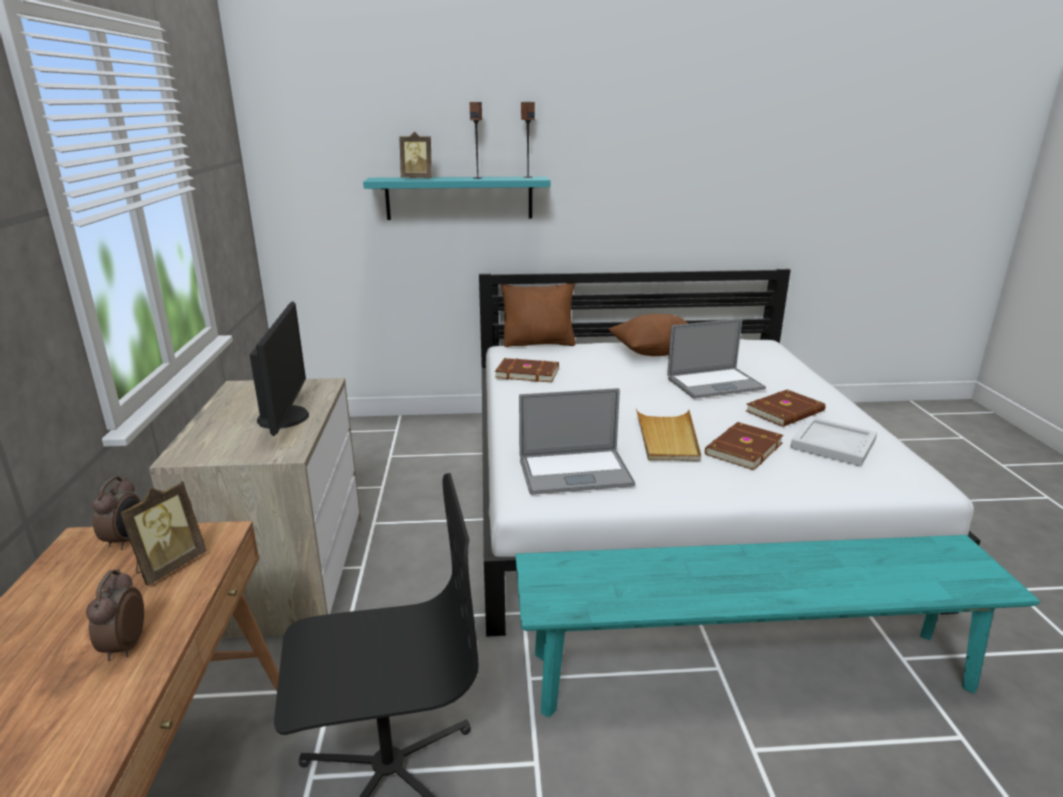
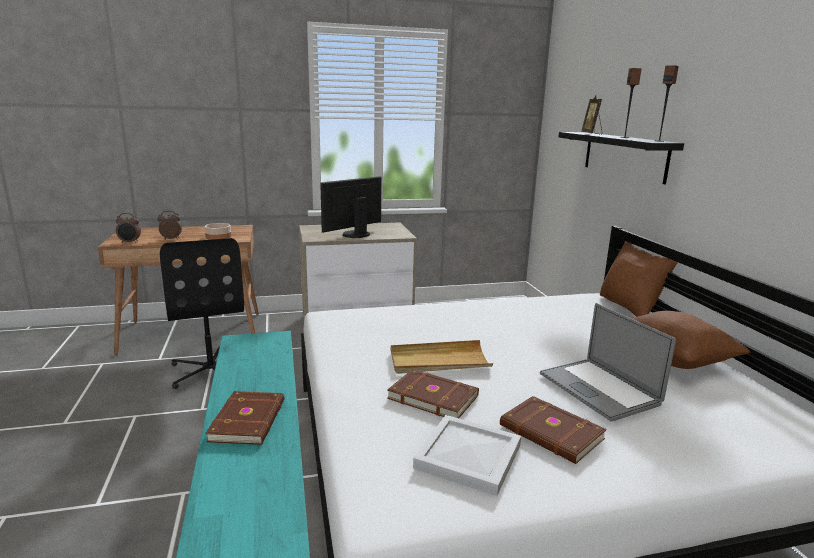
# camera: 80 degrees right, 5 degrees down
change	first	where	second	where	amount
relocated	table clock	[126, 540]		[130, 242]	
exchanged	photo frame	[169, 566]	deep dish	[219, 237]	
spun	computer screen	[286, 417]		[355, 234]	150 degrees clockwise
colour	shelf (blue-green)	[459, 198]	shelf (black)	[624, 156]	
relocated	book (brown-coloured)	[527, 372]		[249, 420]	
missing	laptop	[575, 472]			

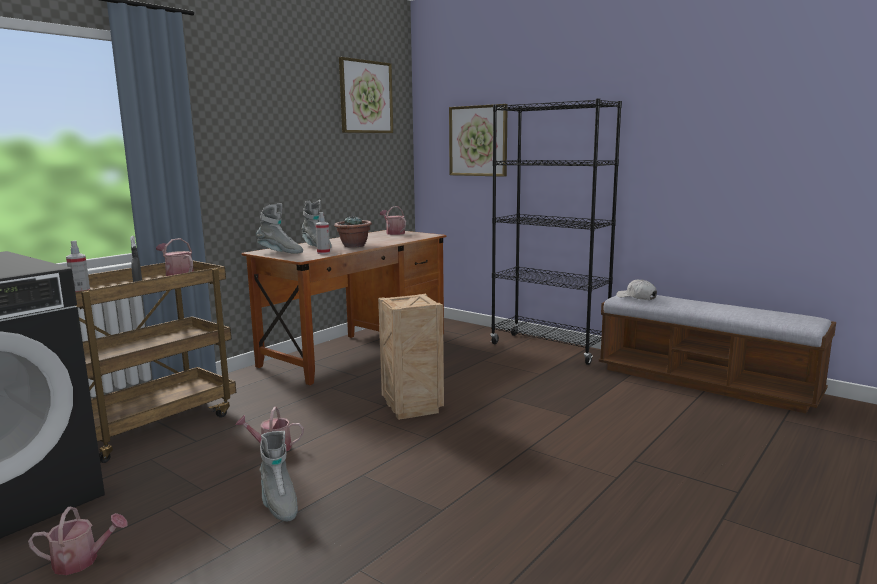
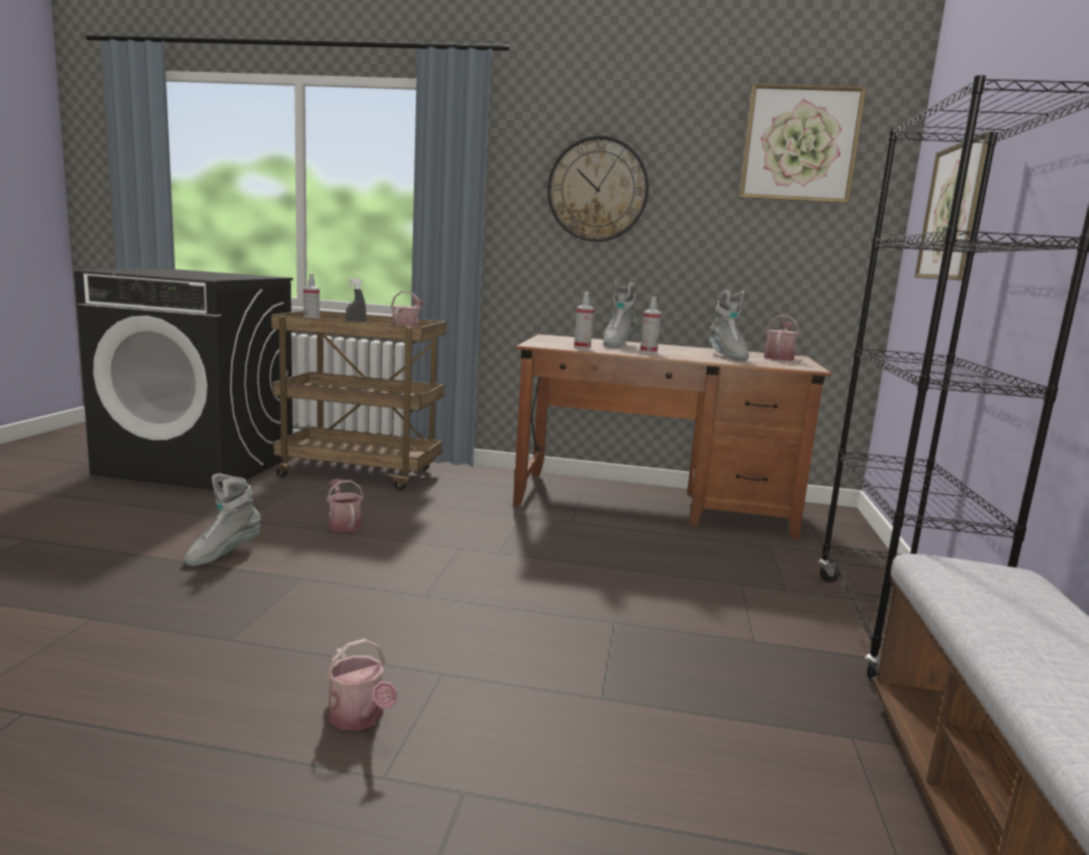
# camera: 60 degrees right, 0 degrees up
change	first	where	second	where	amount
relocated	watering can	[82, 561]		[359, 718]	
relocated	high-top boot (grey)	[280, 252]		[727, 356]	
exchanged	plant in a pot	[354, 246]	spray bottle	[648, 352]	
missing	packing crate	[410, 408]			
missing	peaked cap (whitish)	[636, 297]			
appeared			clock on the wall	[597, 190]	

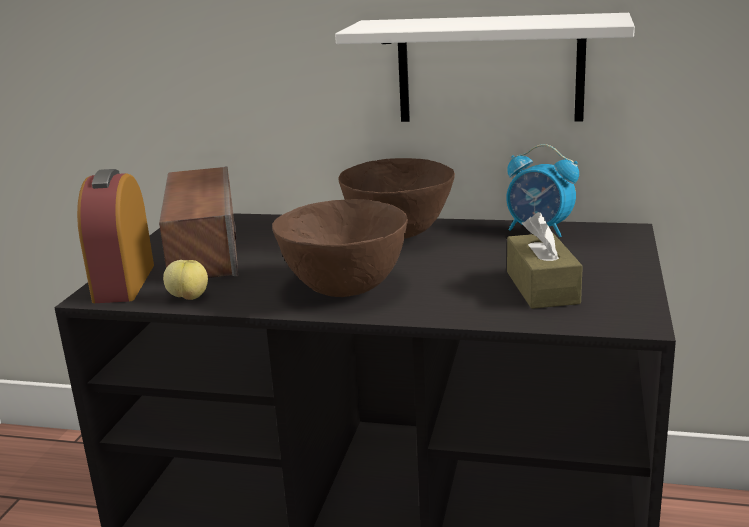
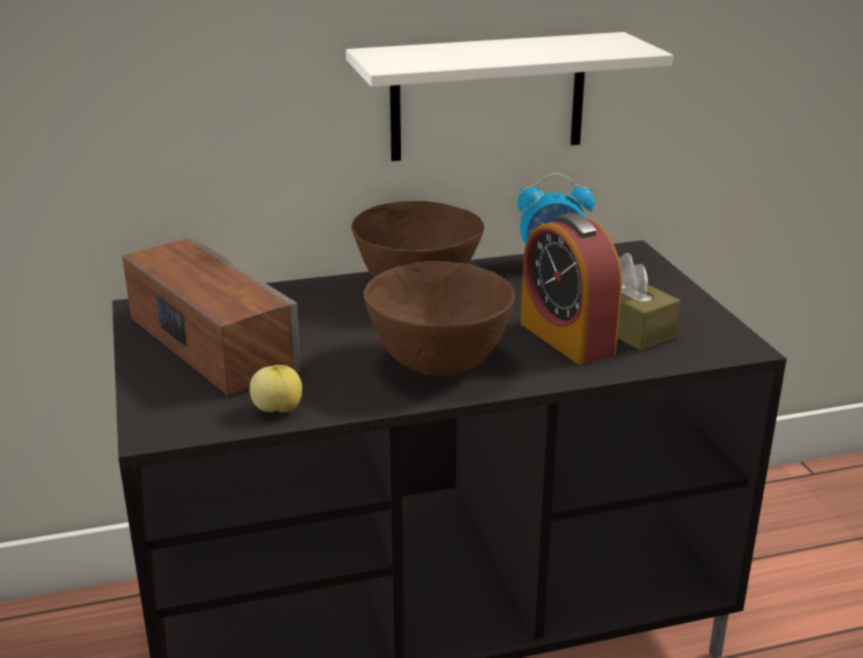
# camera: 30 degrees left, 5 degrees up
change	first	where	second	where	amount
relocated	table clock	[124, 283]		[566, 338]	

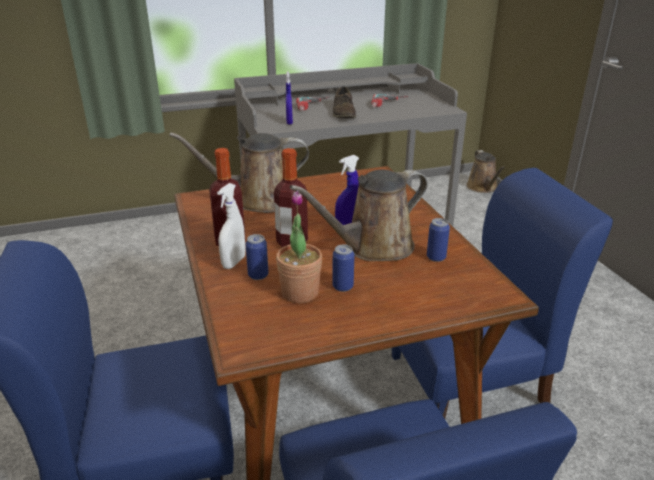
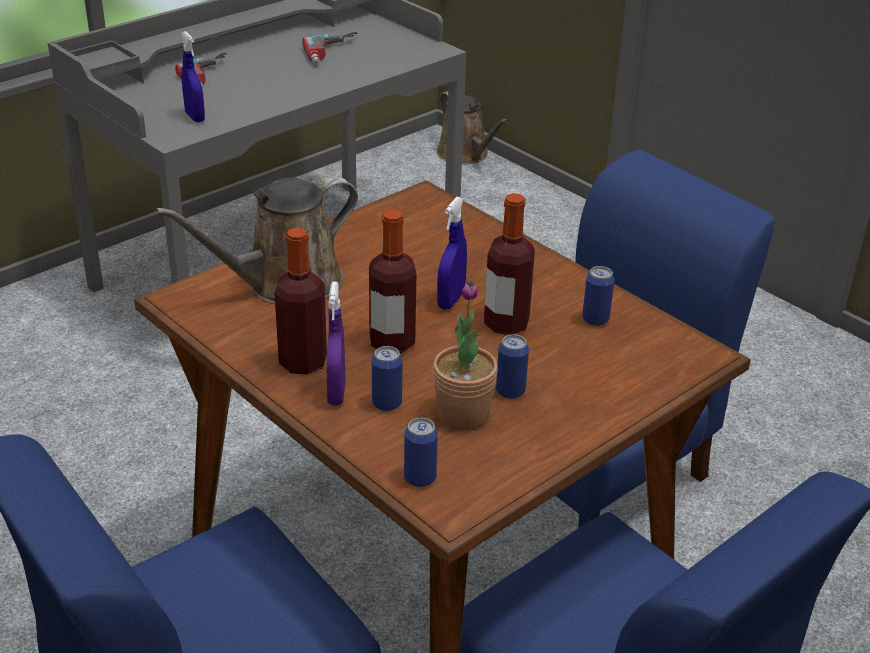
# camera: 25 degrees left, 5 degrees up
change	first	where	second	where	amount
colour	spray bottle (whitish)	[234, 262]	spray bottle (purplish)	[336, 393]	
exchanged	watering can (brown-coloured)	[373, 247]	beverage bottle	[506, 324]	
missing	low shoe (brown-coloured)	[344, 112]			
appeared			can	[420, 478]	

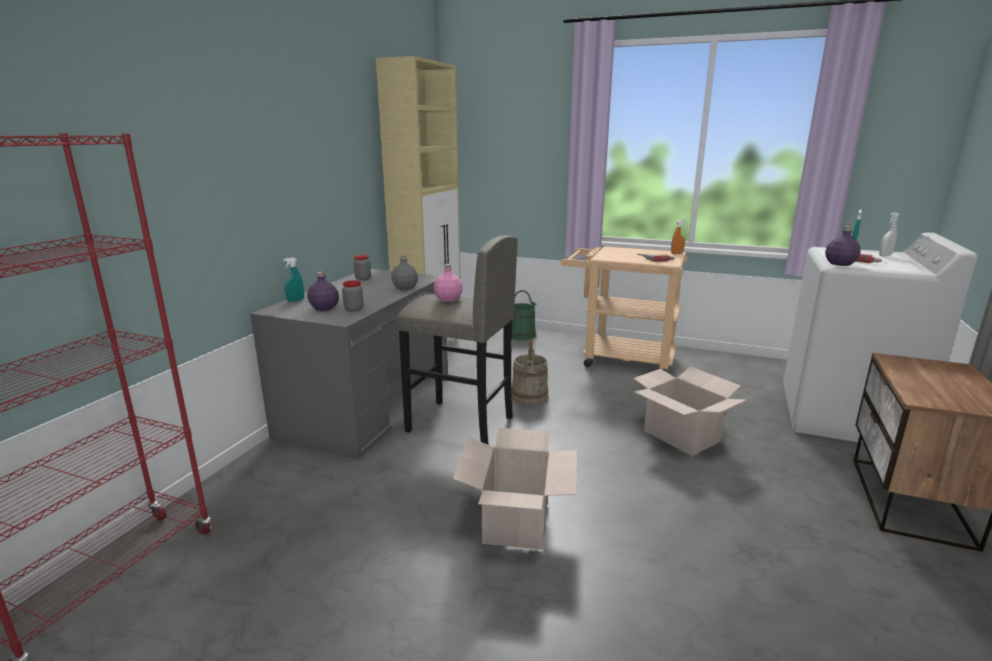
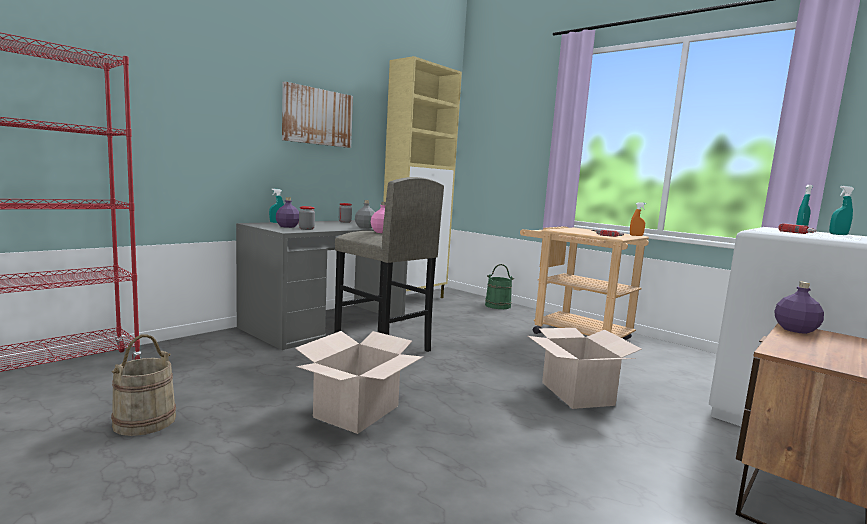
# camera: 20 degrees right, 10 degrees down
change	first	where	second	where	amount
relocated	water bucket (beige)	[529, 395]		[144, 421]	
relocated	beverage bottle (purplish)	[839, 264]		[794, 330]	
colour	spray bottle (whitish)	[885, 255]	spray bottle (blue-green)	[838, 234]	
appeared			wall art	[317, 117]	

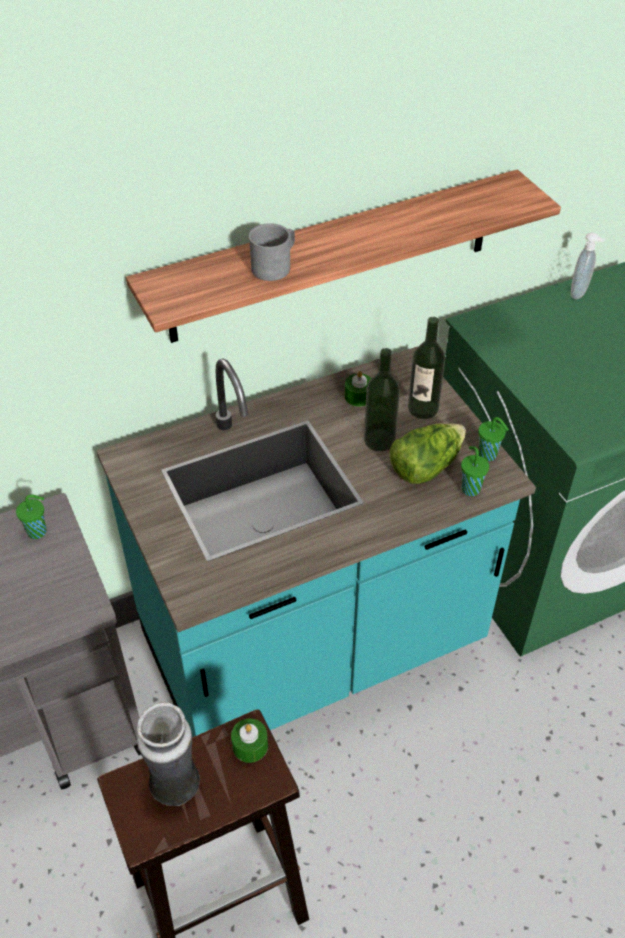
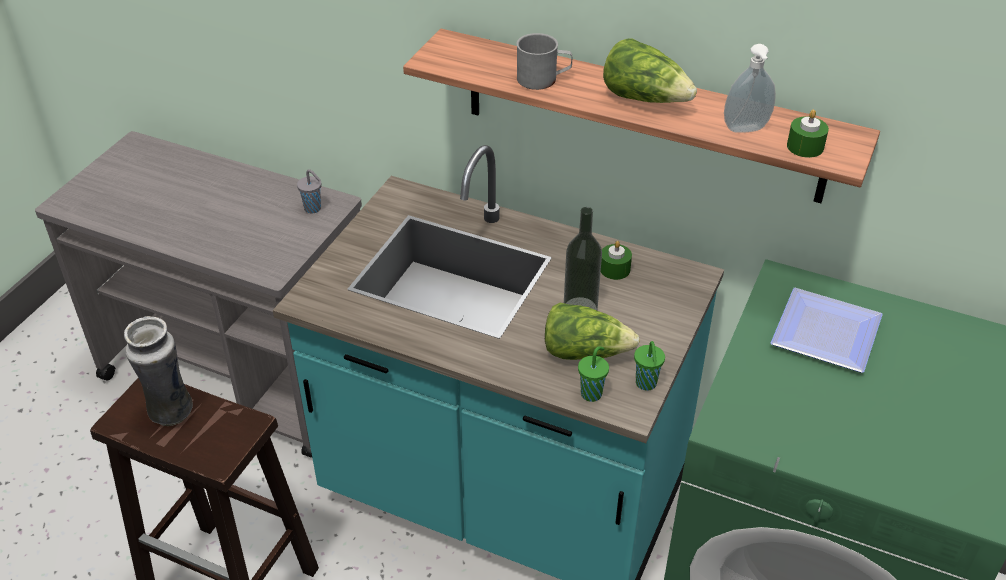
# camera: 50 degrees right, 5 degrees down
change	first	where	second	where	amount
colour	drinking cup (green)	[38, 531]	drinking cup (grey)	[313, 209]	
relocated	wax light (green)	[250, 746]		[805, 146]	
missing	beverage bottle	[423, 408]			
relocated	soap bottle	[580, 293]		[746, 130]	
appeared			lettuce	[645, 98]	
appeared			flat dish	[821, 334]	

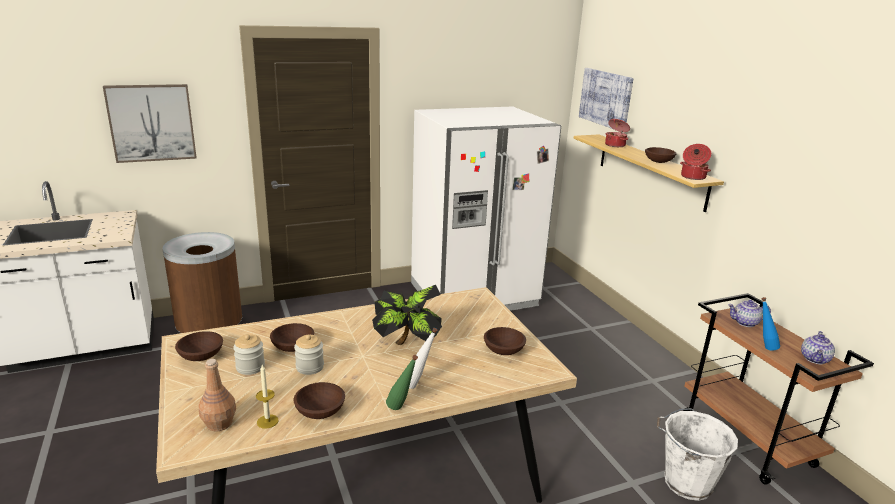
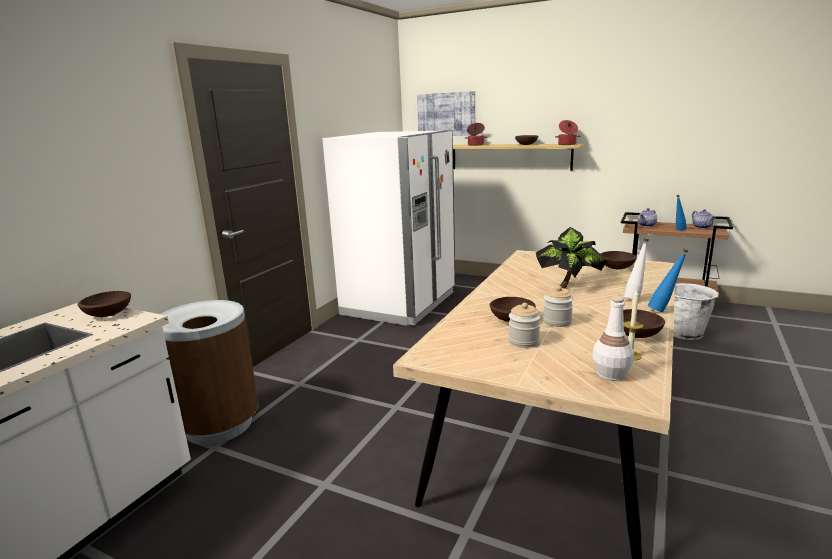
# camera: 40 degrees left, 5 degrees down
change	first	where	second	where	amount
missing	wall art	[152, 123]			
relocated	deep dish (brown-coloured)	[201, 356]		[108, 314]	
colour	beverage bottle (brown-coloured)	[219, 423]	beverage bottle (whitish)	[611, 374]	
colour	beverage bottle (green)	[401, 409]	beverage bottle (blue)	[664, 310]	

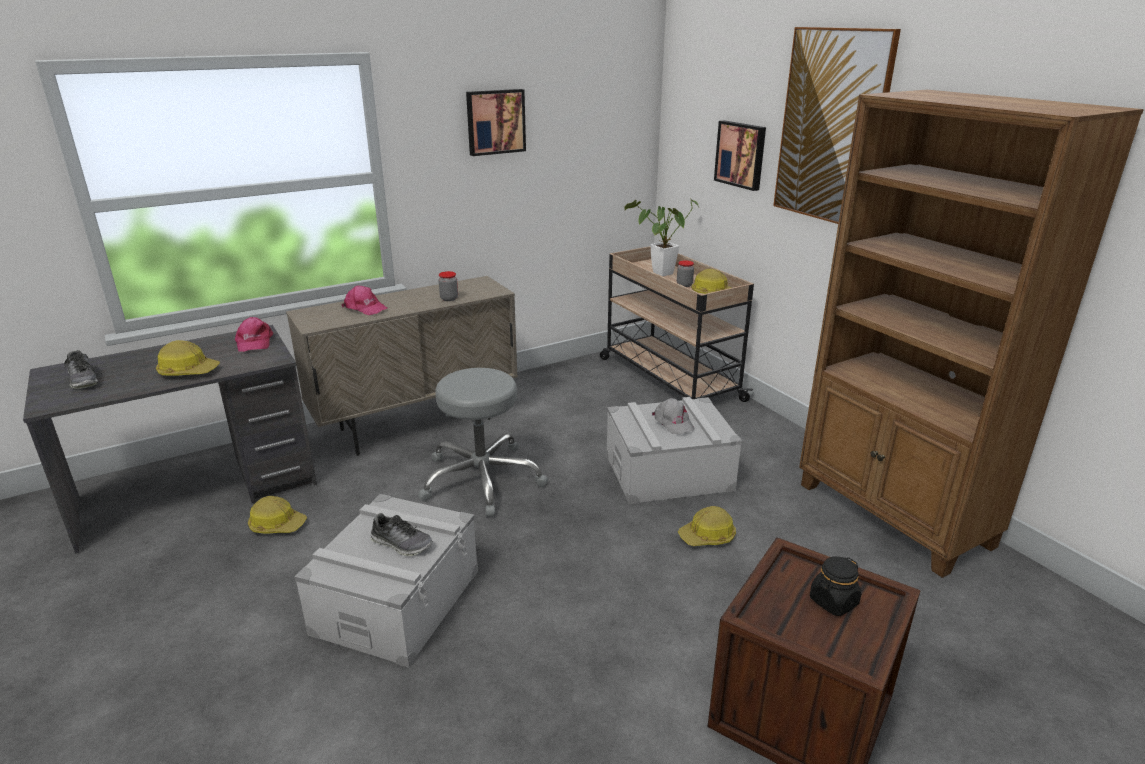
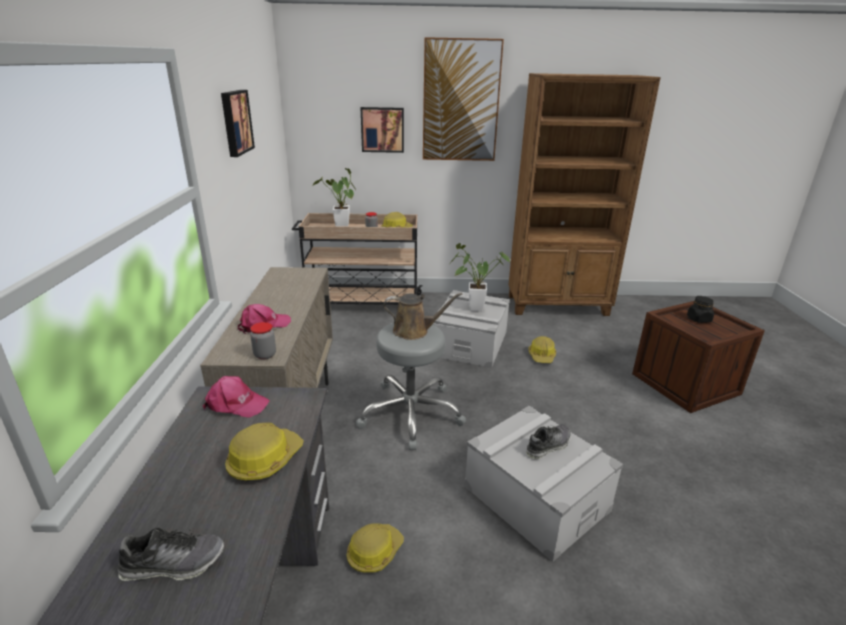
# camera: 60 degrees left, 0 degrees up
change	first	where	second	where	amount
relocated	jar	[449, 299]		[265, 355]	
exchanged	peaked cap (grey)	[673, 422]	plant in a pot	[472, 308]	
appeared			watering can (brown-coloured)	[414, 331]	

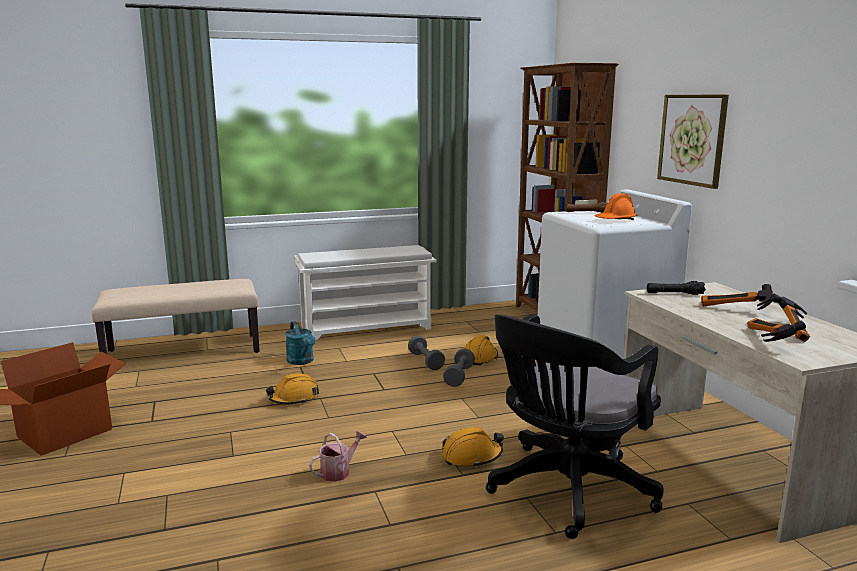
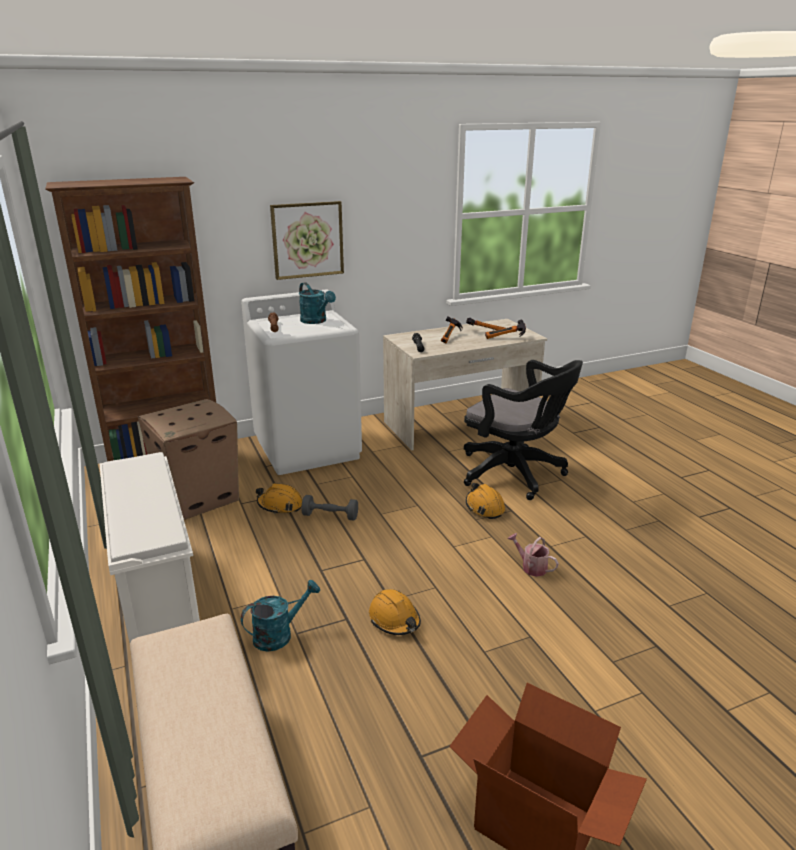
# camera: 95 degrees left, 10 degrees up
change	first	where	second	where	amount
missing	hand weight (grey)	[426, 361]			
exchanged	hard hat (orangey)	[615, 220]	watering can (blue-green)	[316, 321]	
appeared			carton	[199, 497]	

